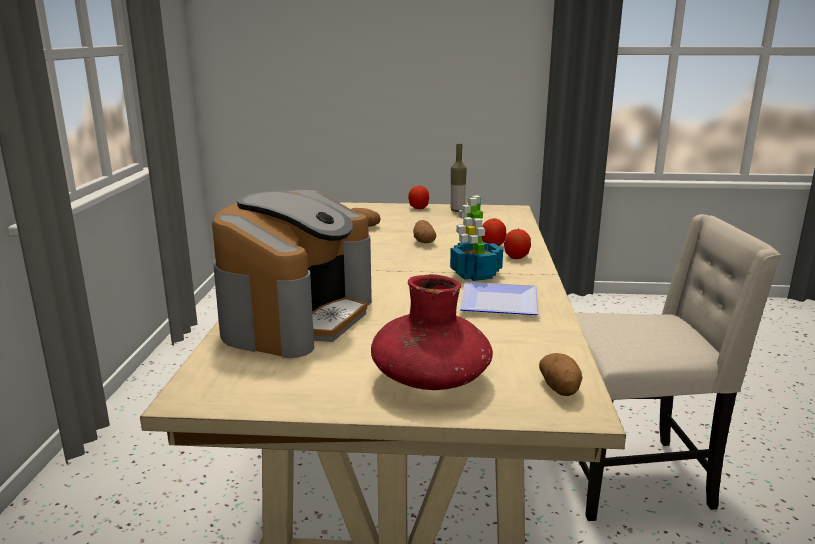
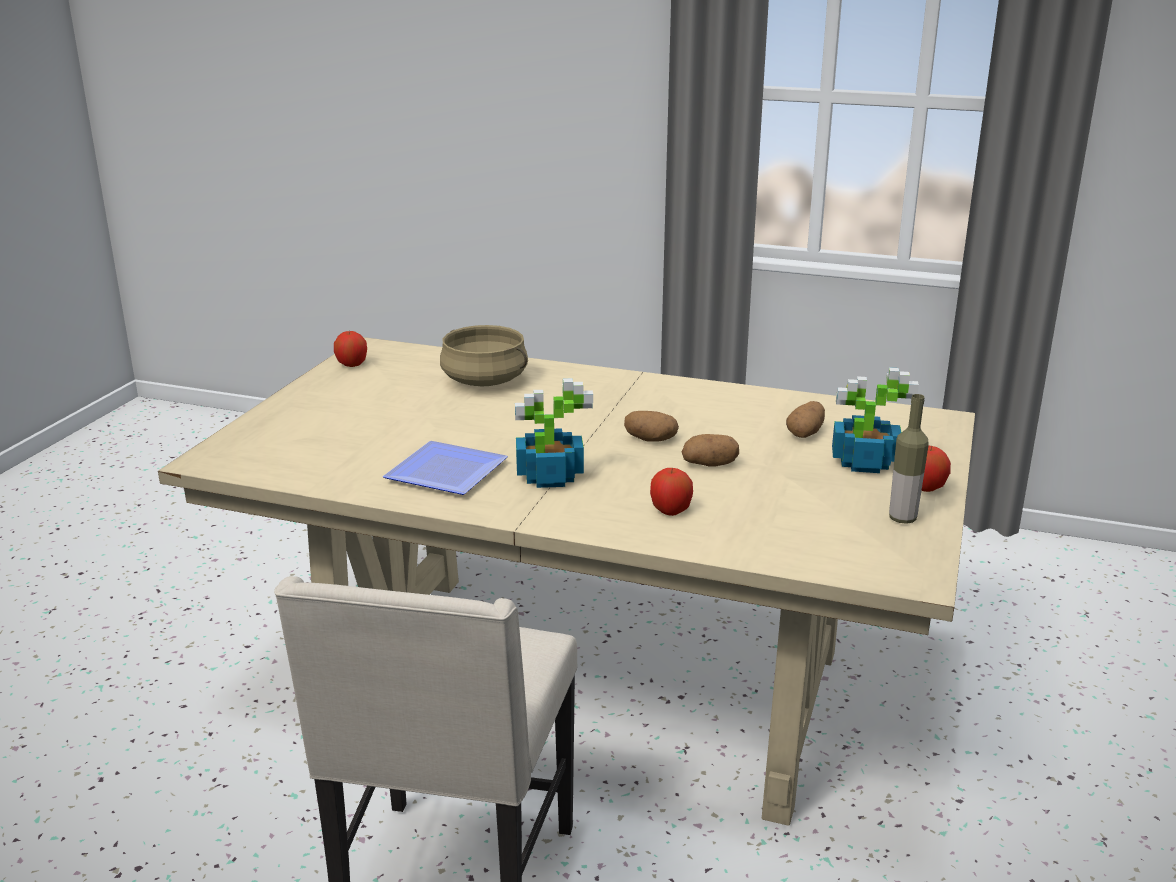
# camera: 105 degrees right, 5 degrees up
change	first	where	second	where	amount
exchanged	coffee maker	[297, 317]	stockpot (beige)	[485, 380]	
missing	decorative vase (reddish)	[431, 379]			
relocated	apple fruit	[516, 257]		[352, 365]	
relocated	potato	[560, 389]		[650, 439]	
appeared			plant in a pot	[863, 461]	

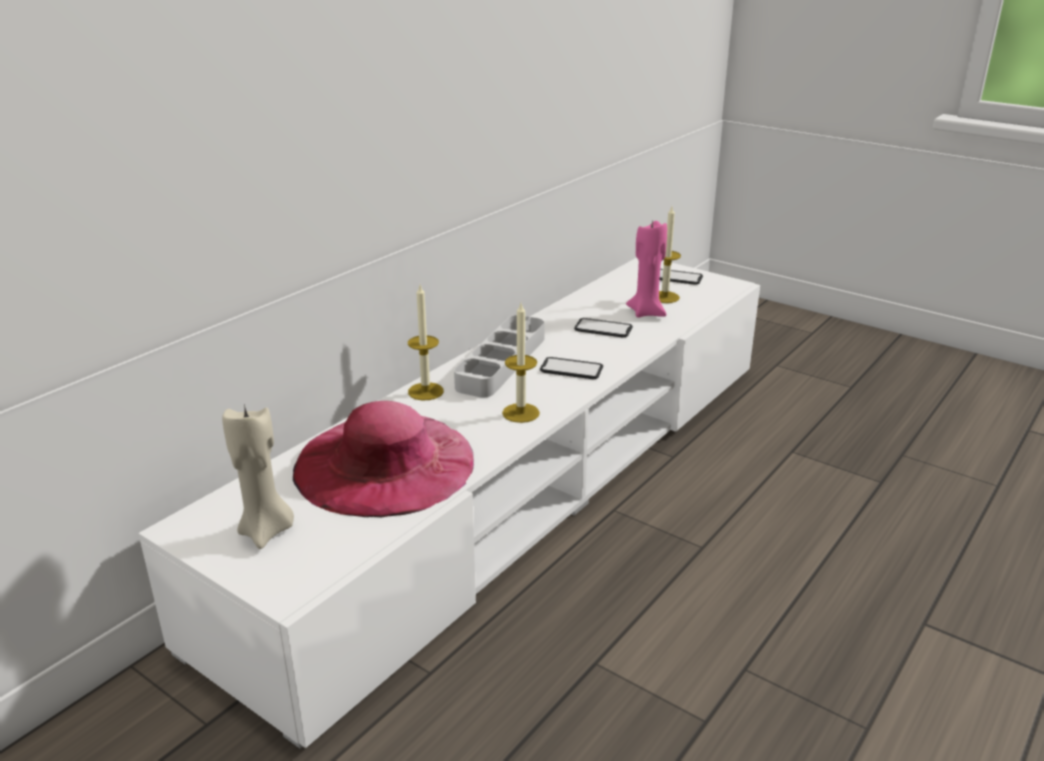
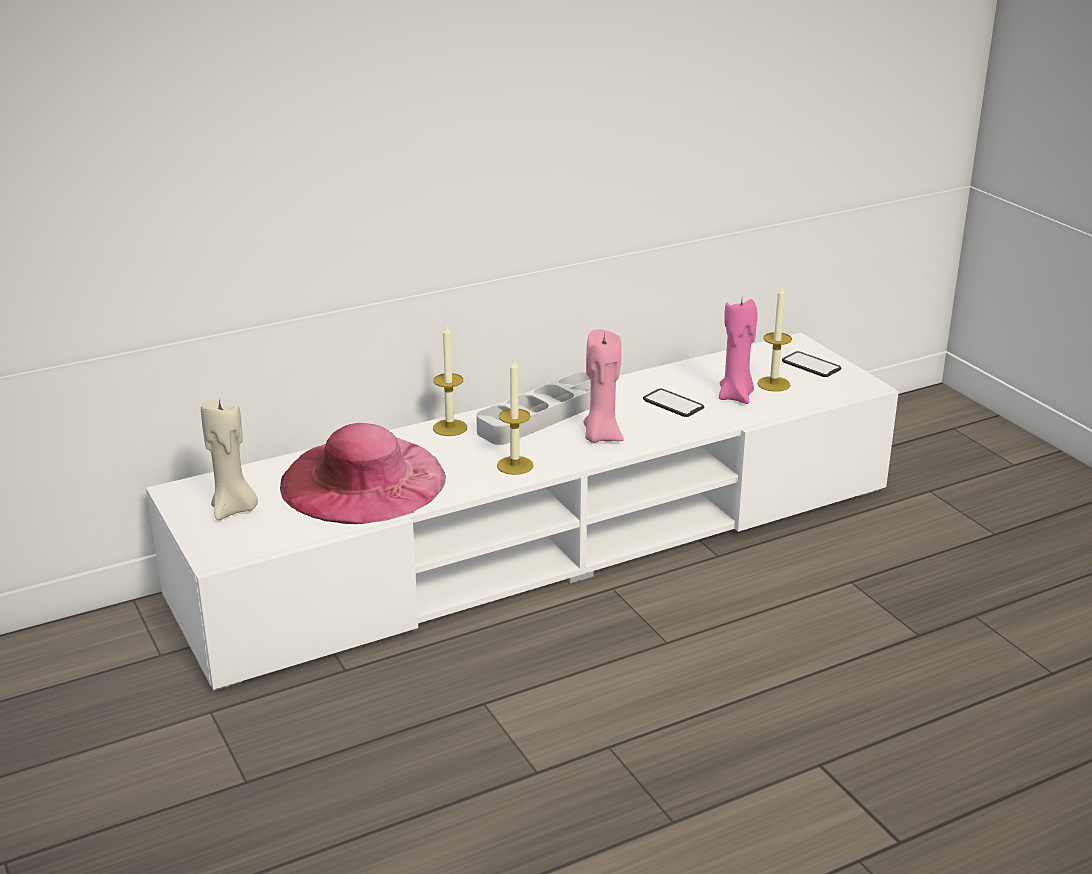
# camera: 25 degrees right, 0 degrees up
change	first	where	second	where	amount
exchanged	telephone	[571, 369]	wax light (pinkish)	[601, 436]	

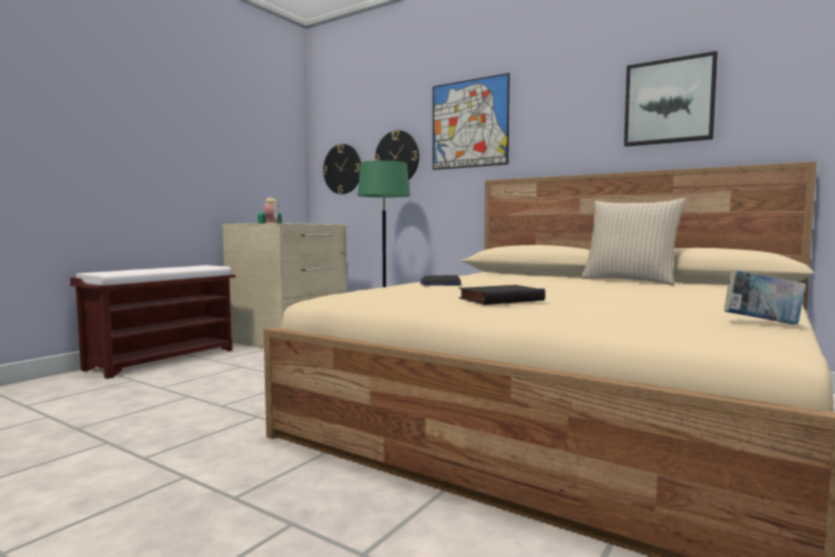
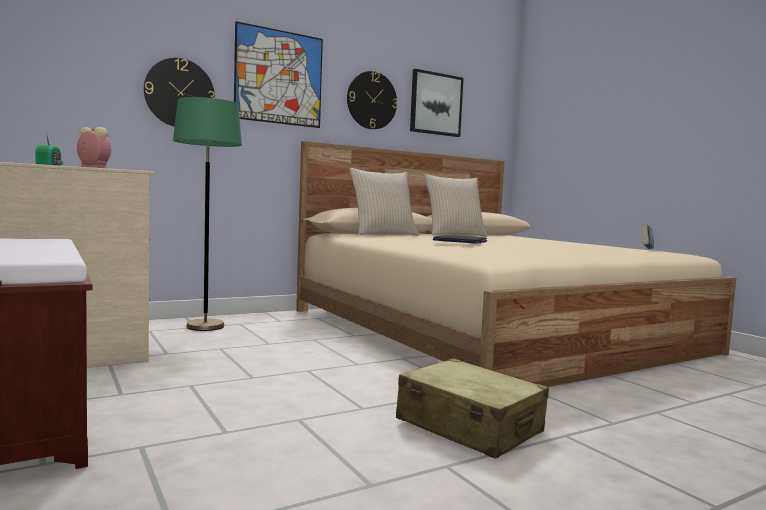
# camera: 65 degrees left, 0 degrees up
change	first	where	second	where	amount
relocated	clock on the wall	[342, 169]		[371, 100]	
missing	book (black)	[500, 299]			
appeared			cushion (beige)	[382, 234]	
appeared			suitcase (beige)	[469, 427]	

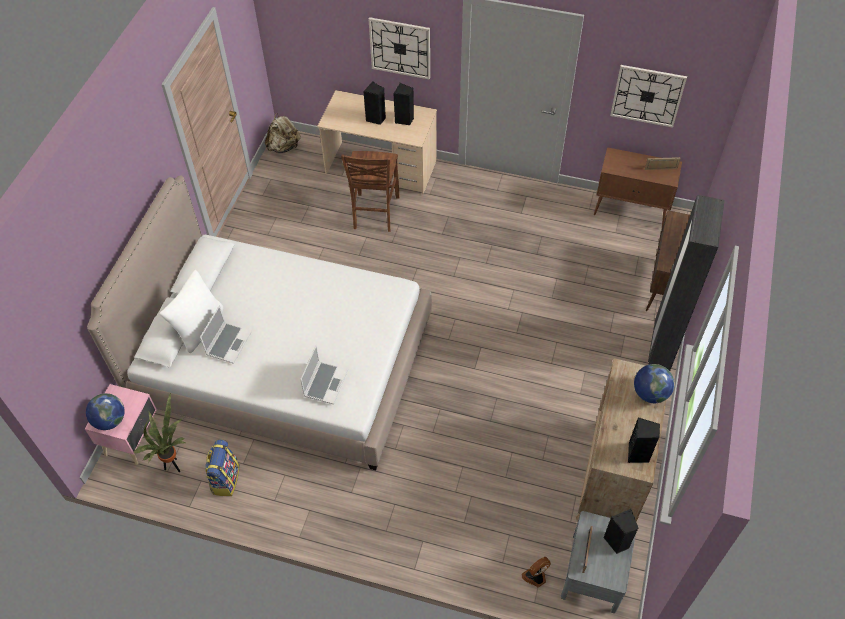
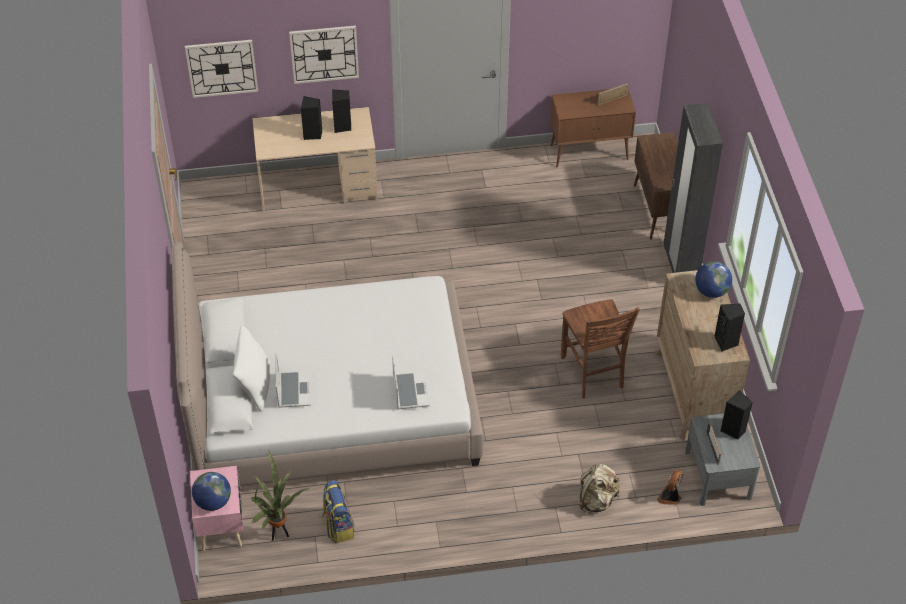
# camera: 25 degrees left, 5 degrees down
change	first	where	second	where	amount
relocated	knapsack (beige)	[284, 147]		[597, 500]	
relocated	plain chair (brown-coloured)	[374, 213]		[593, 373]	
relocated	clock on the wall	[647, 95]		[222, 68]	

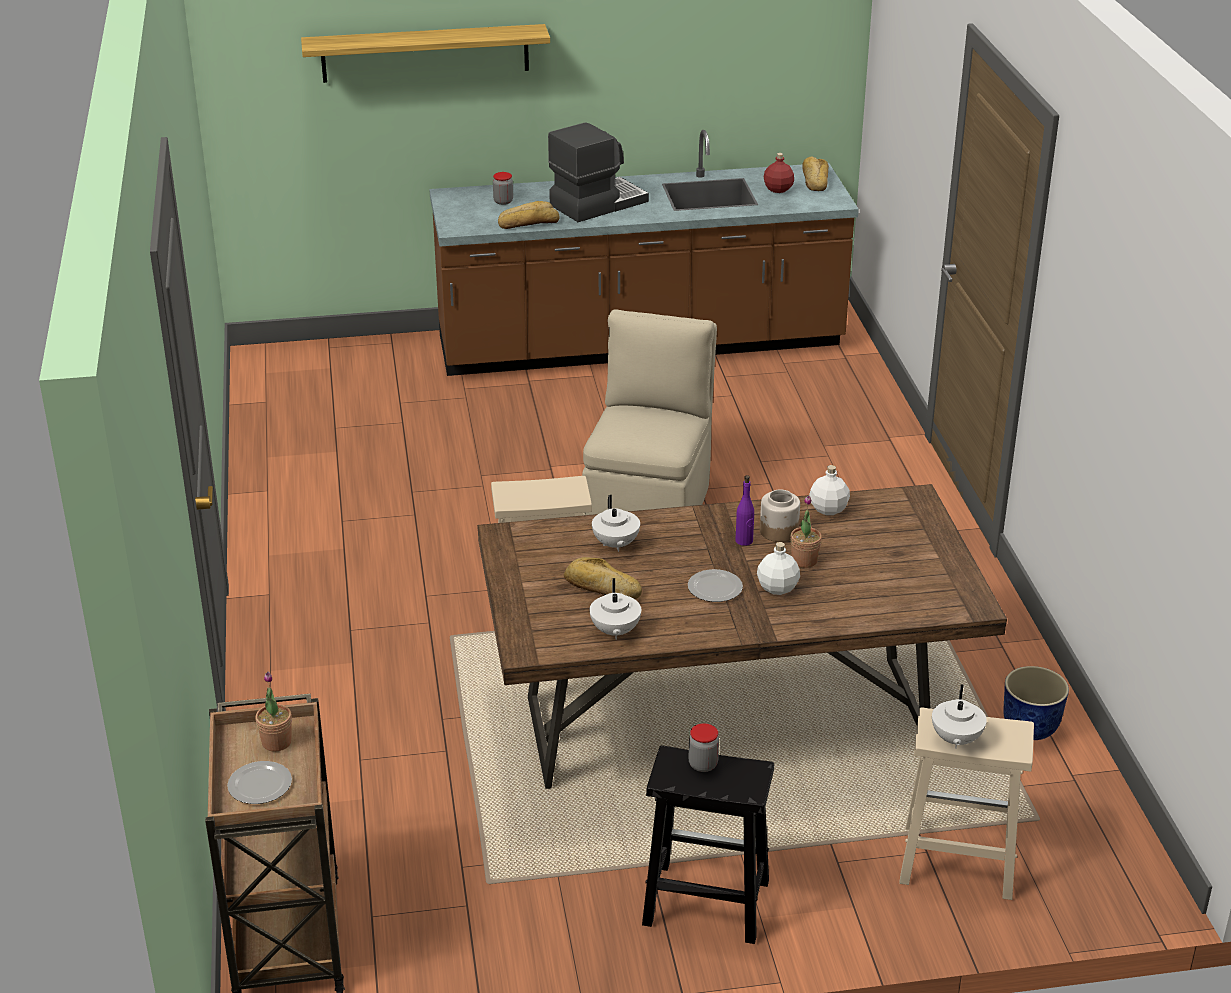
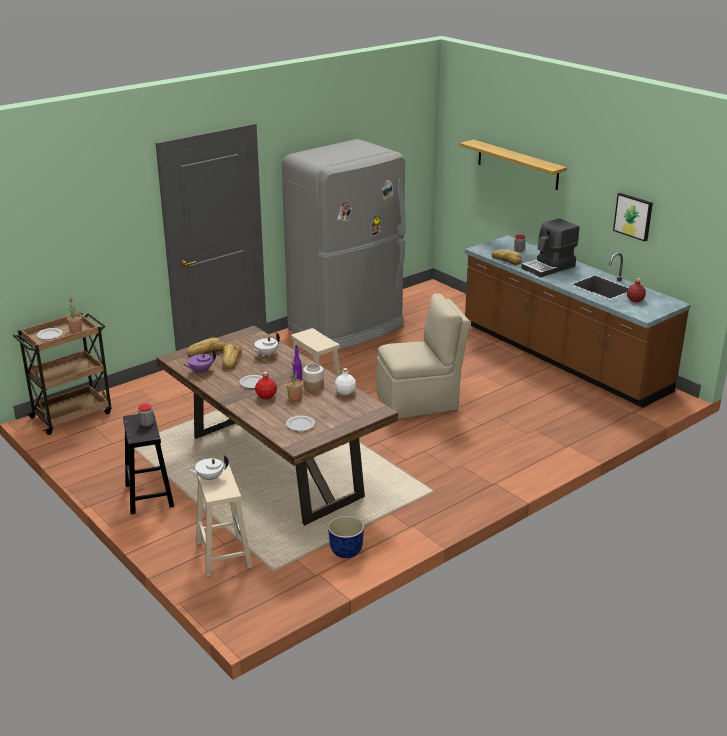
# camera: 60 degrees right, 5 degrees down
change	first	where	second	where	amount
spun	coffee maker	[597, 203]		[549, 267]	120 degrees clockwise
colour	pot for tea (whitish)	[614, 631]	pot for tea (purplish)	[200, 371]	
colour	beverage bottle (whitish)	[778, 588]	beverage bottle (reddish)	[266, 396]	
relocated	bakery bread	[814, 180]		[206, 351]	
appeared			kitchen fridge (grey)	[348, 327]	
appeared			flat dish	[301, 425]	
appeared			wall art	[633, 216]	

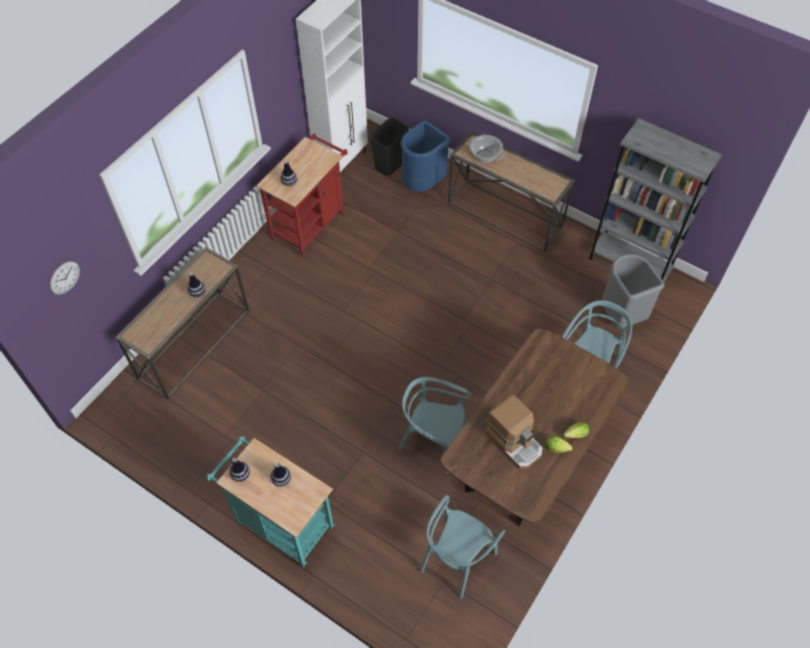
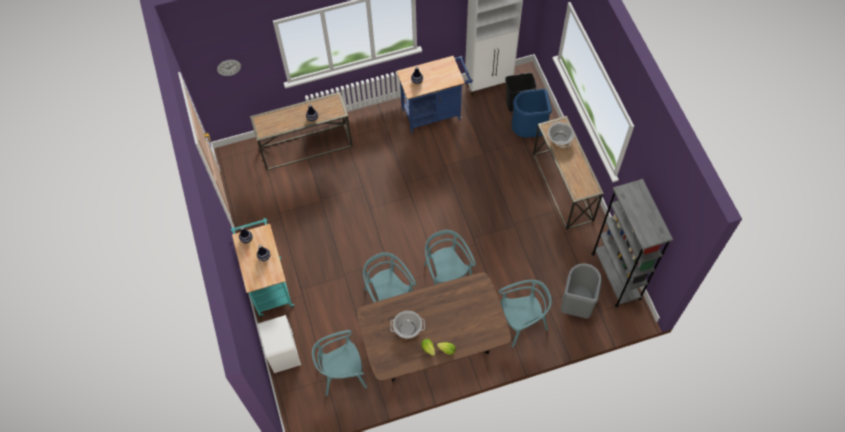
# camera: 40 degrees right, 5 degrees up
change	first	where	second	where	amount
colour	cart (reddish)	[311, 223]	cart (blue)	[434, 113]	
exchanged	coffee maker	[514, 442]	stockpot	[408, 328]	
appeared			bedside table (whitish)	[283, 351]	
appeared			plain chair (blue-green)	[446, 276]	

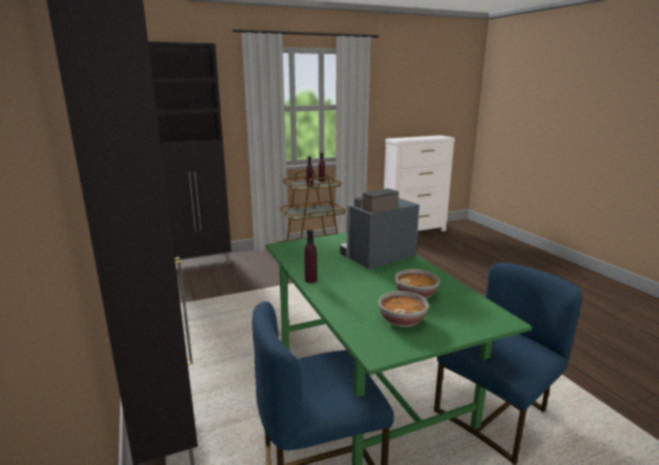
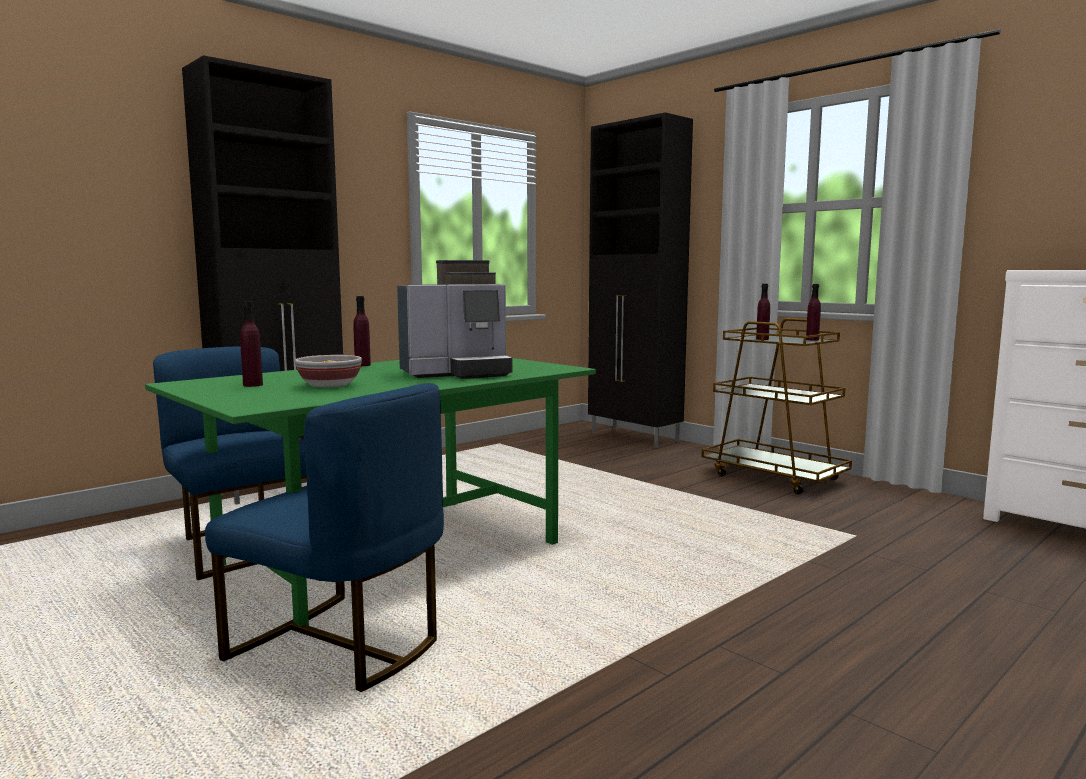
# camera: 70 degrees right, 10 degrees down
change	first	where	second	where	amount
spun	coffee maker	[376, 258]		[458, 373]	120 degrees clockwise
exchanged	deep dish	[402, 320]	beverage bottle (purplish)	[253, 385]	

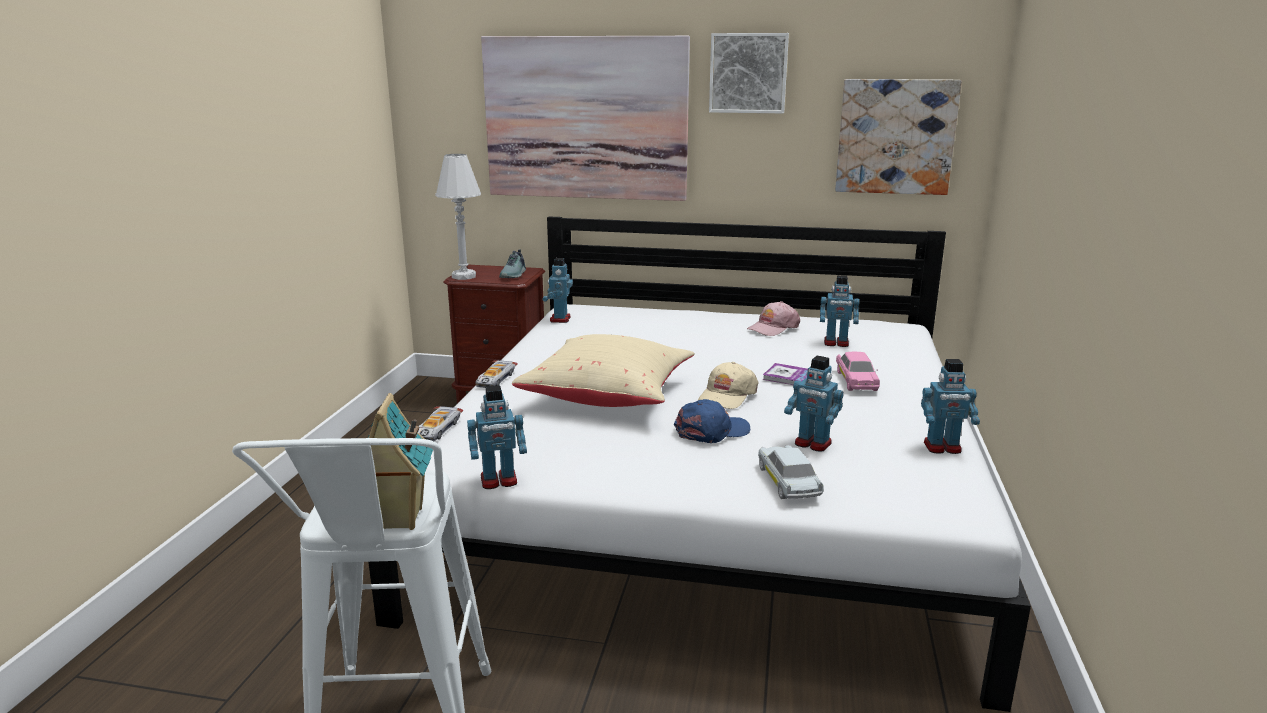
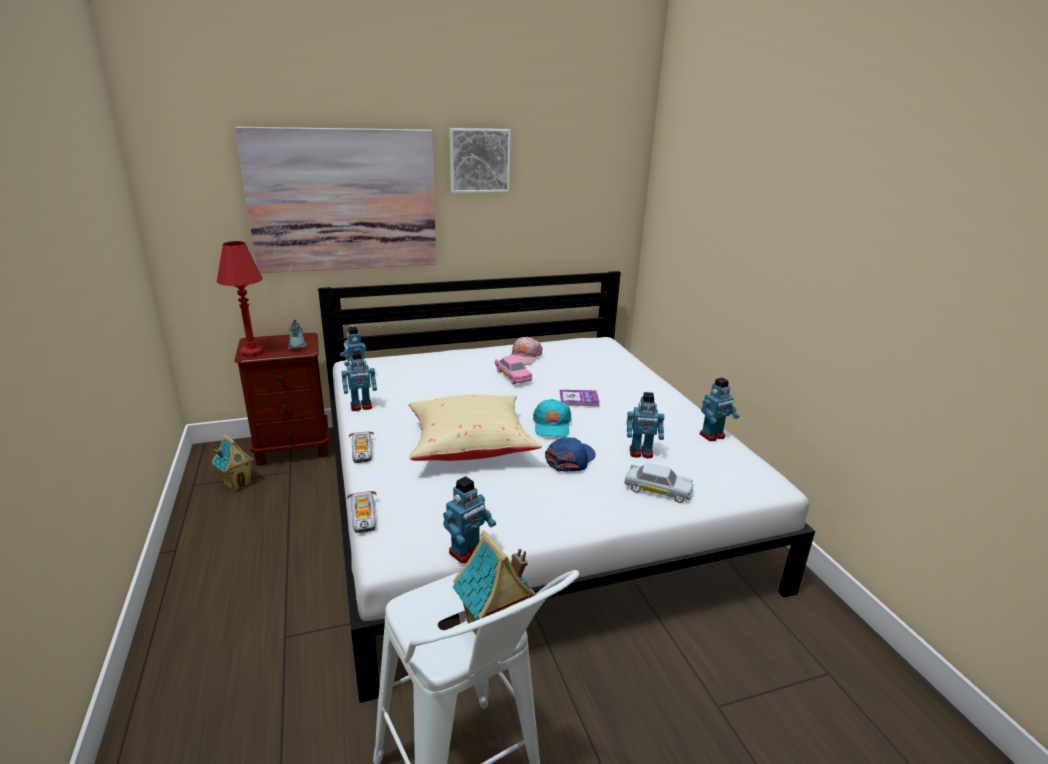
# camera: 30 degrees left, 5 degrees up
change	first	where	second	where	amount
colour	tabletop lamp (whitish)	[464, 276]	tabletop lamp (reddish)	[252, 352]	
colour	peaked cap (beige)	[727, 396]	peaked cap (blue-green)	[552, 425]	
spun	miniature car (whitish)	[788, 482]		[657, 490]	150 degrees clockwise
relocated	toy robot	[836, 343]		[361, 406]	
missing	wall art	[895, 137]			
relocated	miniature car (pinkish)	[856, 381]		[513, 376]	
appeared			miniature house	[237, 484]	

